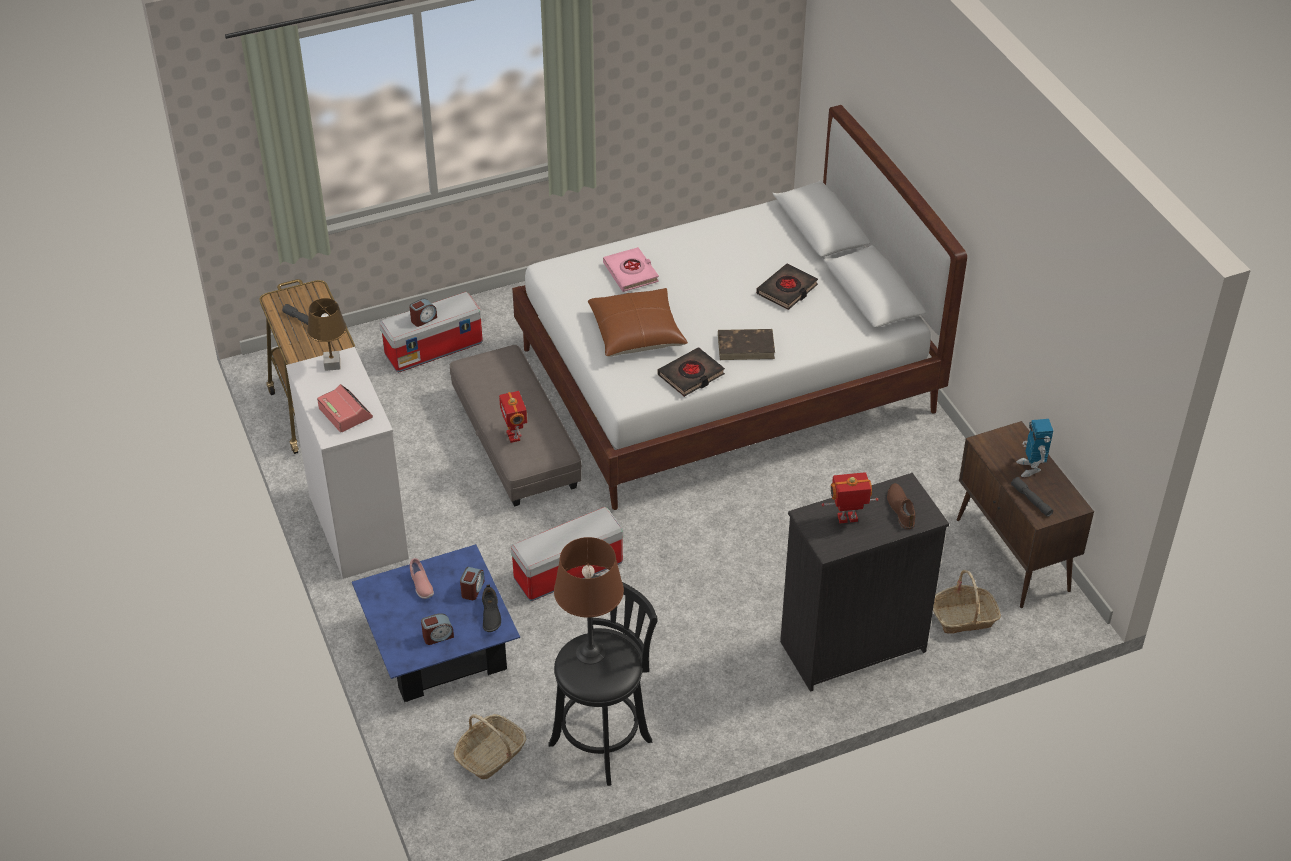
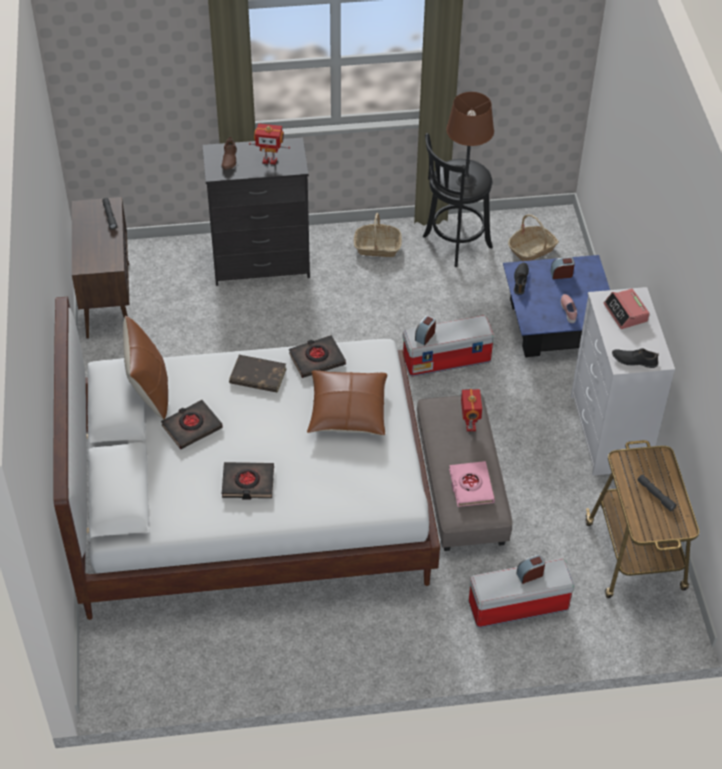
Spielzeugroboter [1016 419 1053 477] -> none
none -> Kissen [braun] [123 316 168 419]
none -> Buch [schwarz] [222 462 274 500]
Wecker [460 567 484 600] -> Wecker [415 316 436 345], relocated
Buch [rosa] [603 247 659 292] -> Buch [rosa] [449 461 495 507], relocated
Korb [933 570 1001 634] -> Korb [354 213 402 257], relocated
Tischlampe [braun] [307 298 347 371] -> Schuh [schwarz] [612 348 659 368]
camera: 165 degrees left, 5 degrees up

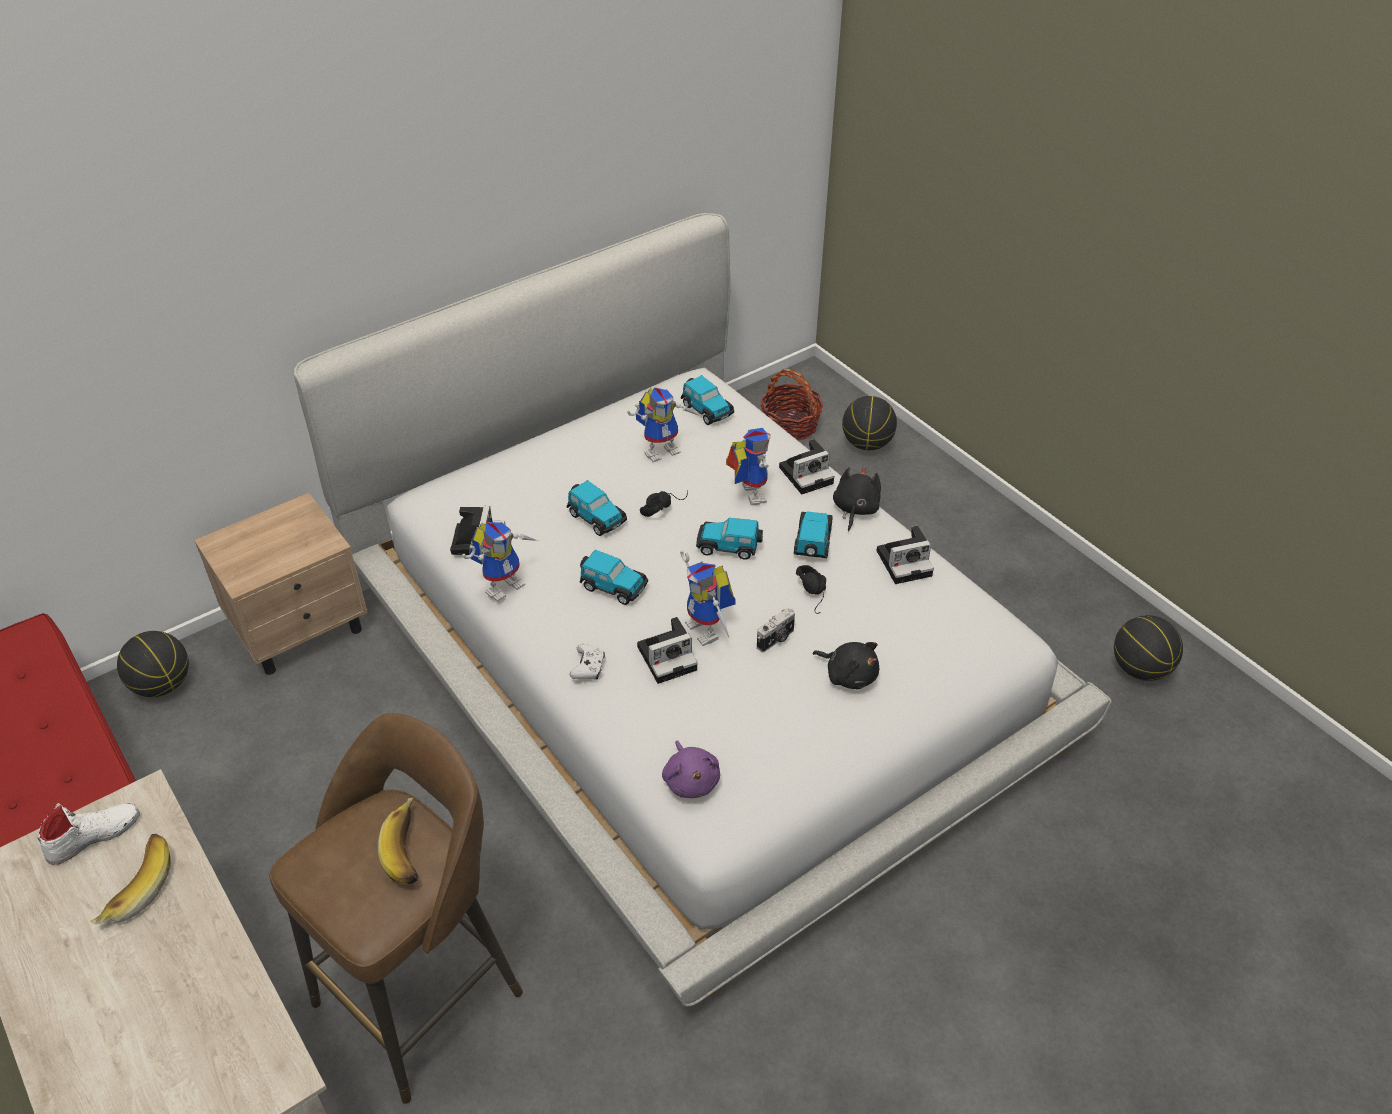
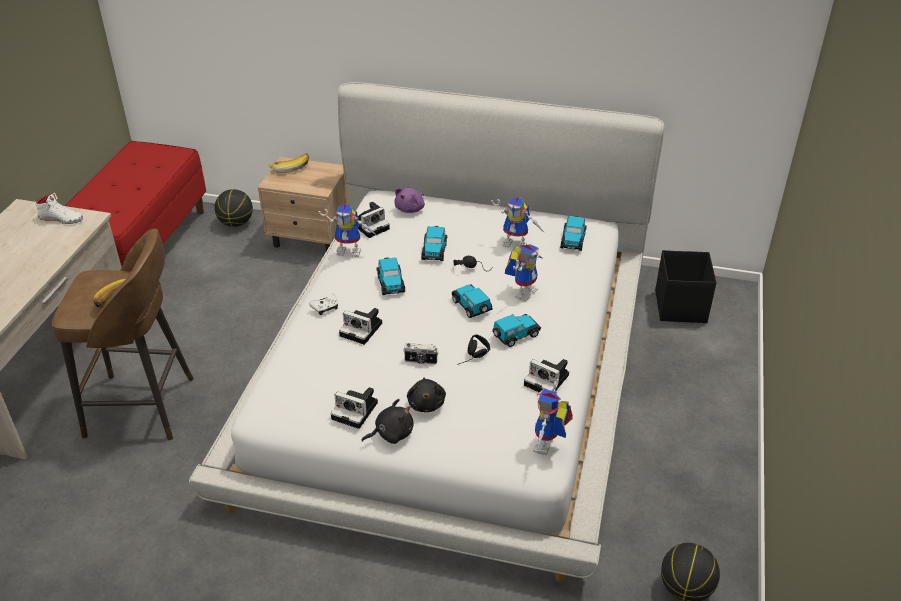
Basketball [842 396 897 450] -> none
Banane [90 834 171 924] -> Banane [266 153 309 173], relocated
Plüschtier [lila] [662 740 720 798] -> Plüschtier [lila] [394 188 425 213], relocated
Spielzeugroboter [680 550 736 646] -> Spielzeugroboter [533 379 573 455], relocated
Kamera [779 439 835 494] -> Kamera [331 387 378 429], relocated
Plüschtier [schwarz] [833 466 881 531] -> Plüschtier [schwarz] [362 399 413 444], relocated
Korb [761 369 823 440] -> Aufbewahrungsbox [schwarz] [655 250 717 323]
camera: 50 degrees right, 5 degrees down

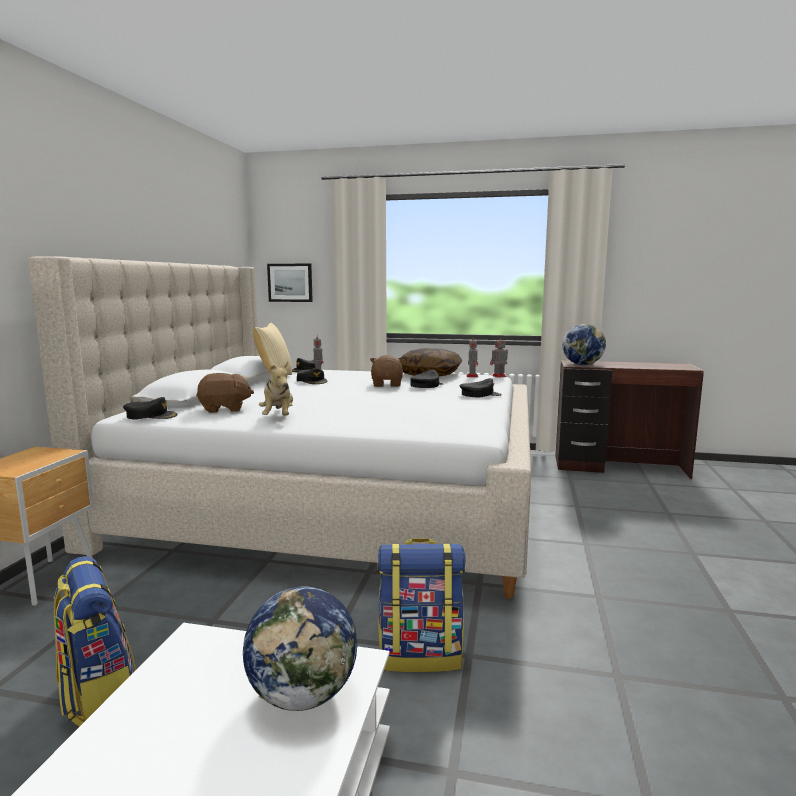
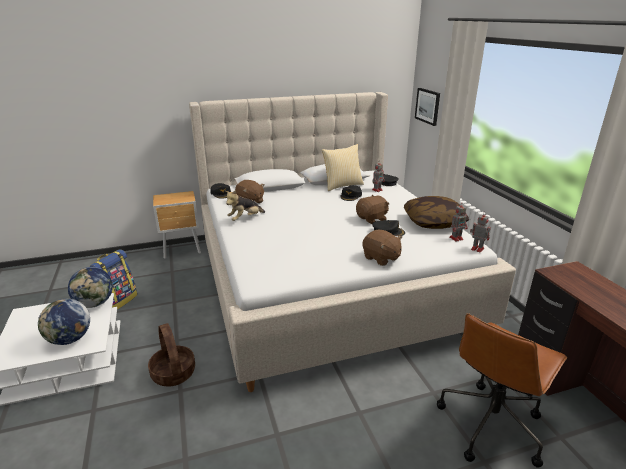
none -> Bürostuhl [braun] [437 313 567 468]
Globus [562 324 606 365] -> Globus [68 267 113 308], relocated
Rucksack [377 538 466 672] -> Korb [148 323 195 386]
Kappe [schwarz] [459 378 502 397] -> Plüschtier [braun] [362 230 402 266]
camera: 60 degrees right, 15 degrees up

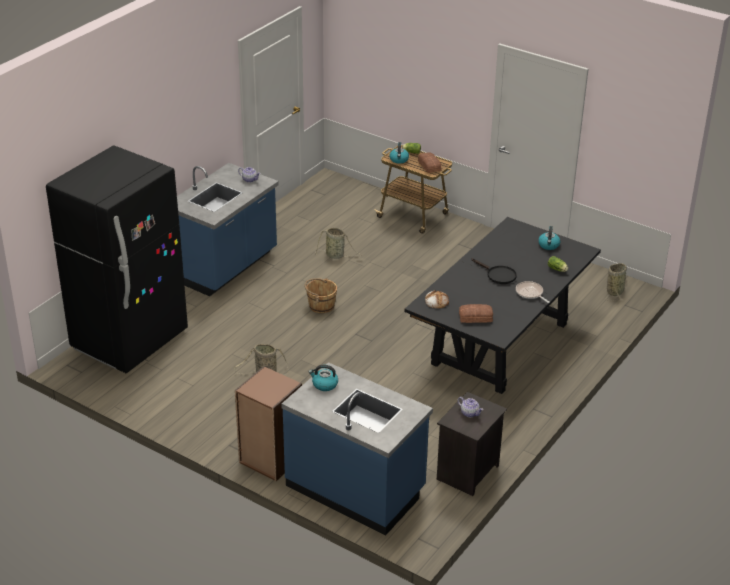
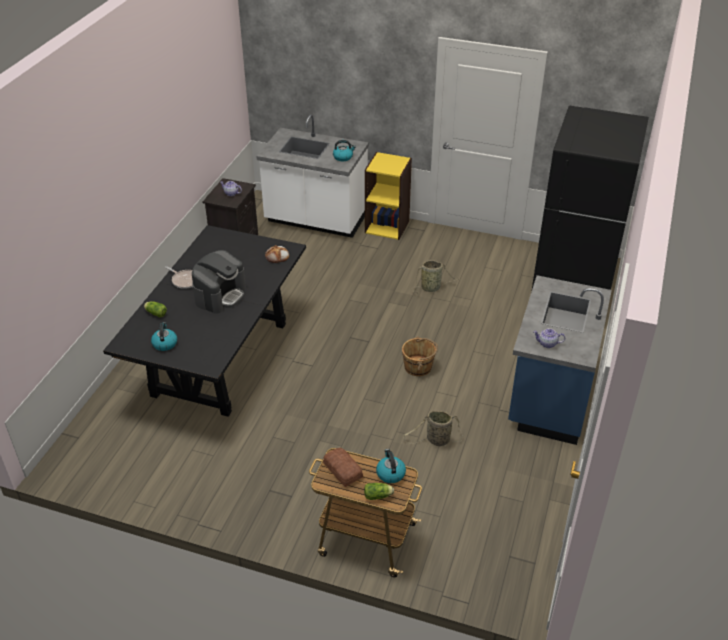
Brot [459 304 493 323] -> none
Korb [606 263 627 301] -> none
Pfanne [schwarz] [472 258 517 284] -> Kaffeemaschine [192 250 246 314]
Bücherregal [braun] [235 366 302 481] -> Bücherregal [gelb] [365 152 412 240]
Küchenzeile [blau] [281 362 433 535] -> Küchenzeile [weiß] [256 114 369 238]
camera: 165 degrees right, 5 degrees up

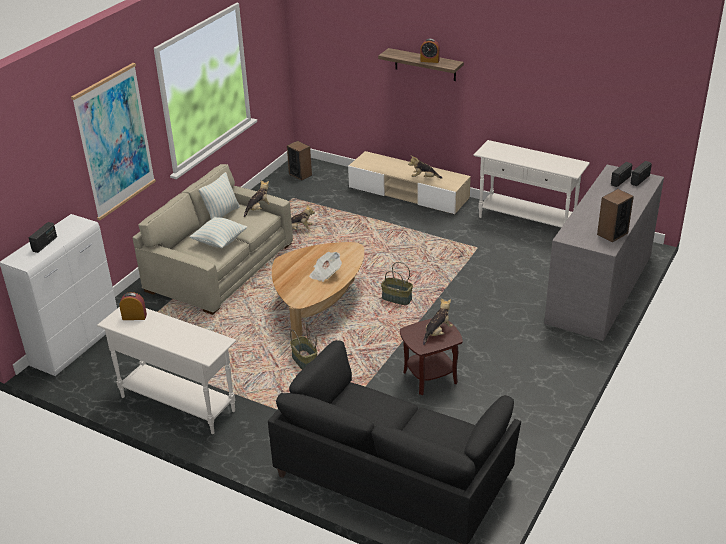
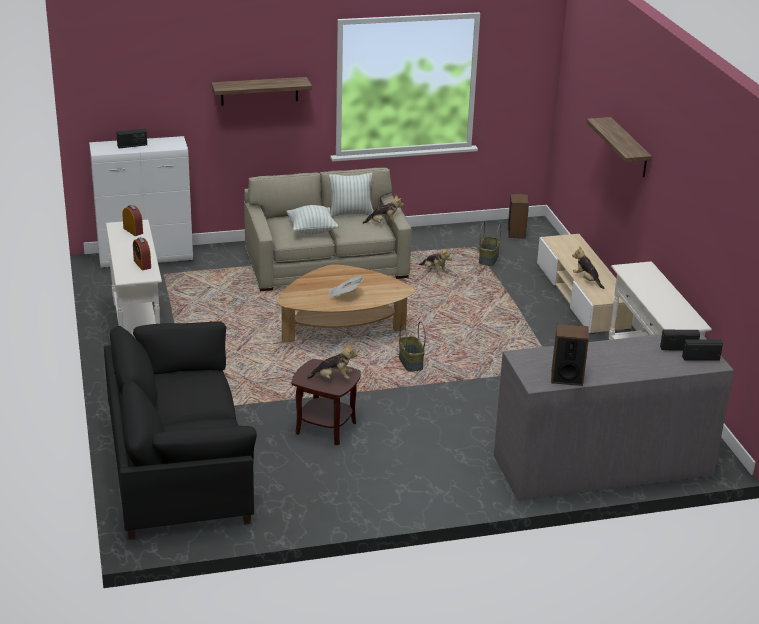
Korb [290 324 317 369] -> Korb [479 222 501 266], relocated
Wecker [420 39 440 63] -> Wecker [133 237 151 270], relocated
Bild [71 63 156 220] -> Wandregal [211 77 312 106]
camera: 45 degrees right, 5 degrees down

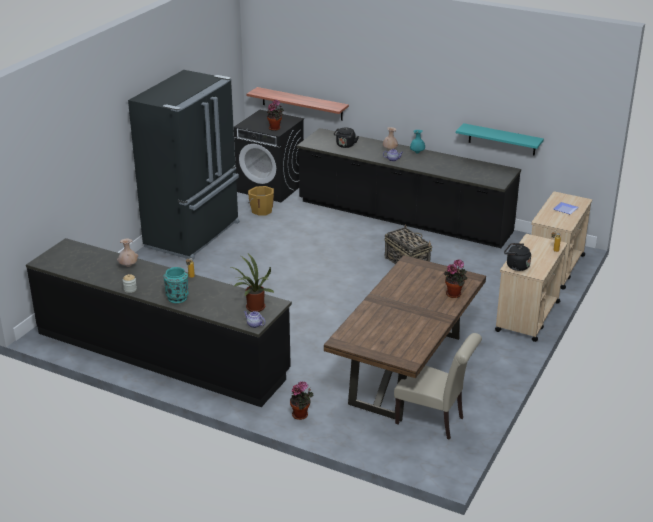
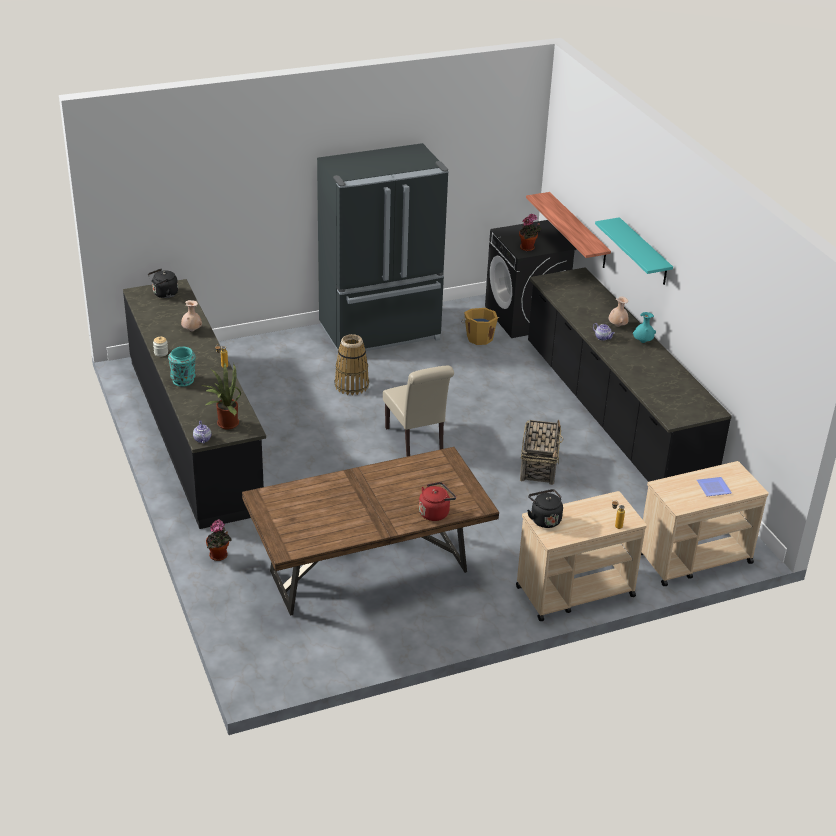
none -> Korb [334 334 369 395]
Wasserkessel [schwarz] [334 128 359 148] -> Wasserkessel [schwarz] [148 269 178 298], relocated
Stuhl [beige] [394 333 482 440] -> Stuhl [beige] [383 366 454 457], relocated
Wandregal [türkis] [456 123 544 156] -> Wandregal [türkis] [595 217 673 285], relocated
Topfpflanze [444 259 467 298] -> Wasserkessel [rot] [419 482 456 521]
camera: 40 degrees right, 5 degrees up

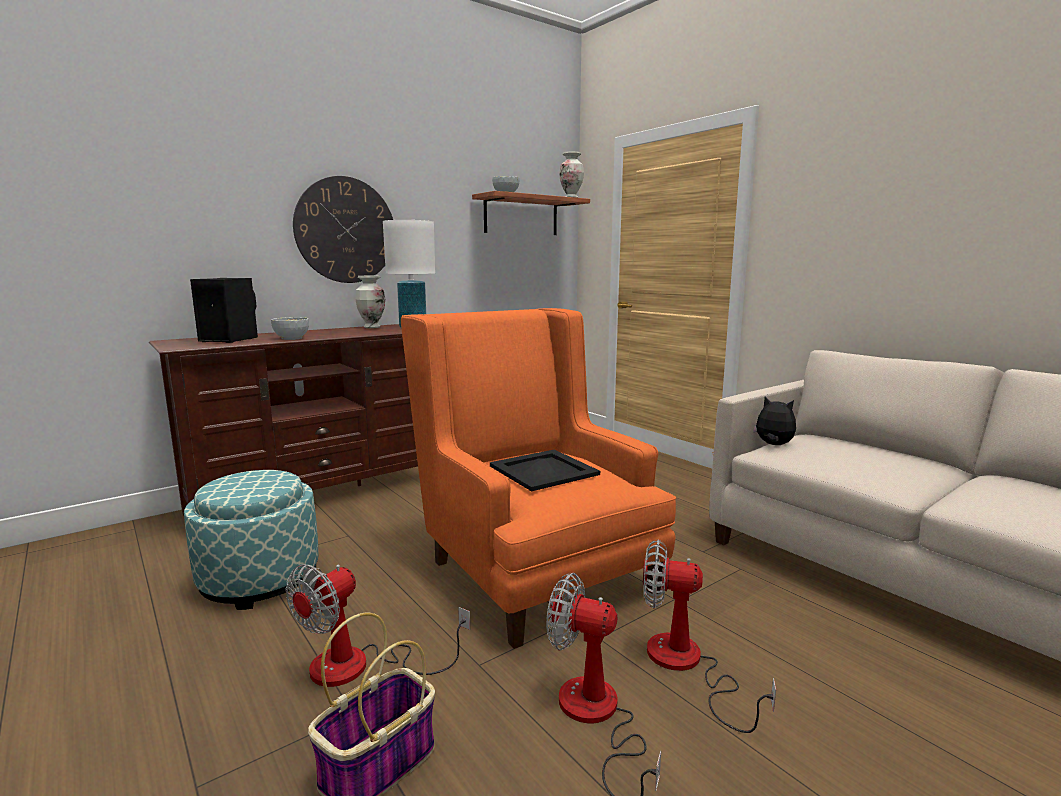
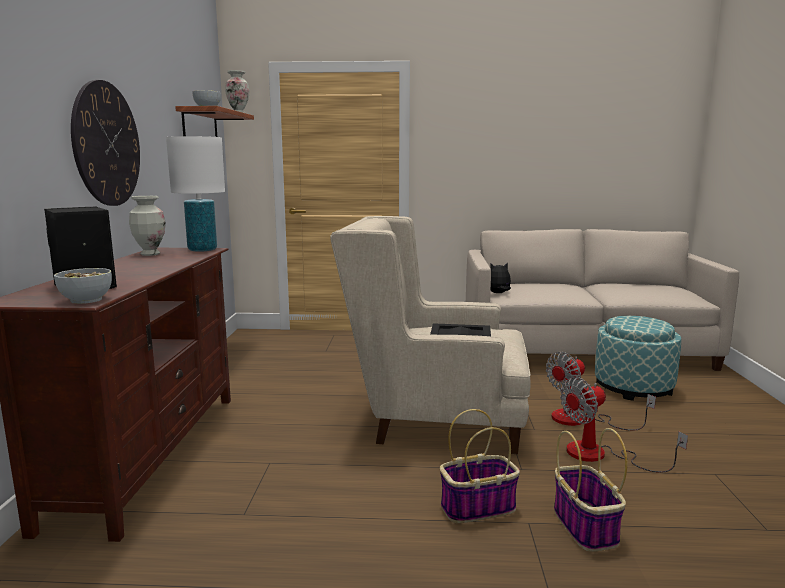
Polsterhocker [184 470 319 610] -> Polsterhocker [595 316 681 401], relocated
Schüssel [271 317 309 340] -> Schüssel [54 268 112 304], relocated
Ventilator [286 565 470 687] -> Korb [440 409 520 523]
Sessel [orange] [401 308 676 649] -> Sessel [beige] [330 216 531 454]
camera: 50 degrees left, 0 degrees up

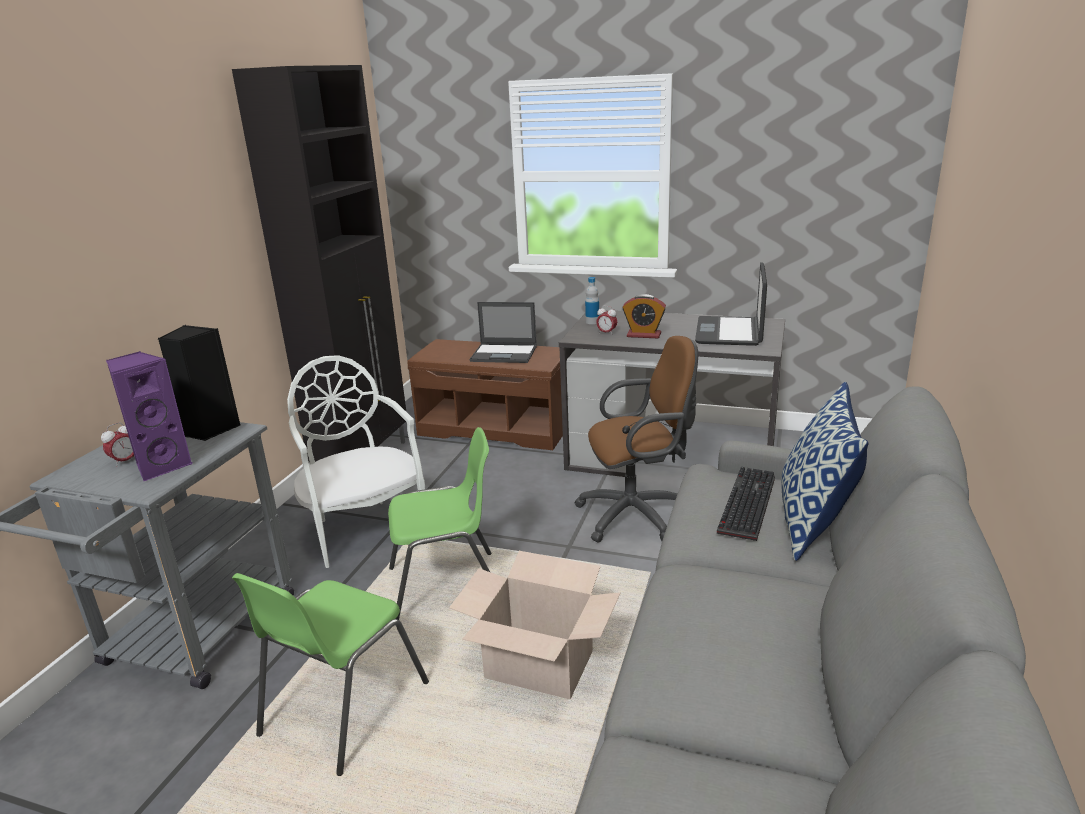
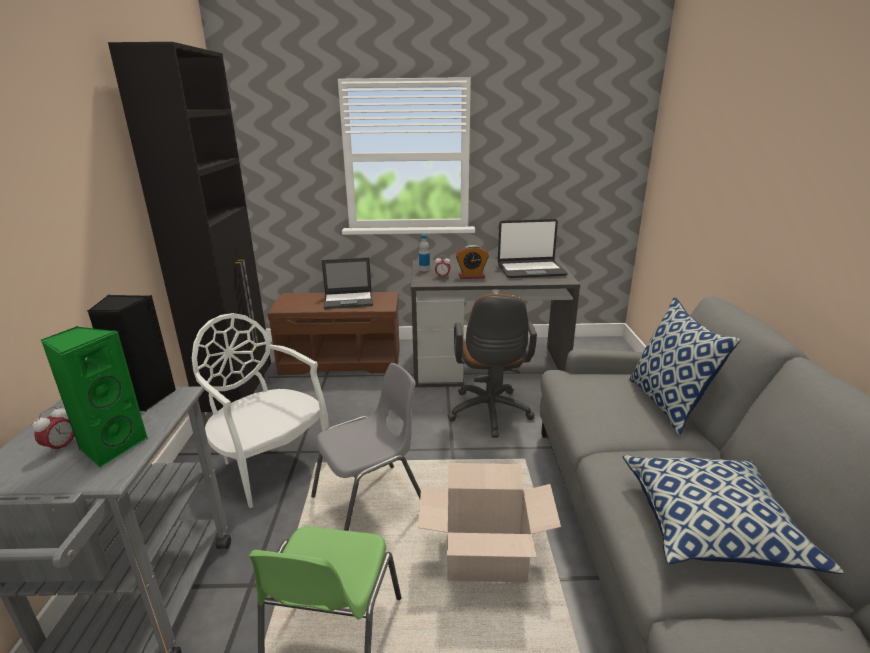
Tastatur [717 467 775 541] -> none
none -> Kissen [623 455 844 574]
Lautsprecher [lila] [106 351 192 481] -> Lautsprecher [grün] [40 326 148 467]
Stuhl [grün] [388 427 491 620] -> Stuhl [grau] [311 363 421 531]
Bürostuhl [braun] [574 336 698 543] -> Bürostuhl [braun] [448 293 537 438], 120 degrees clockwise
Laptop [695 262 767 346] -> Laptop [498 219 568 278], 90 degrees counterclockwise
camera: 20 degrees left, 0 degrees up

